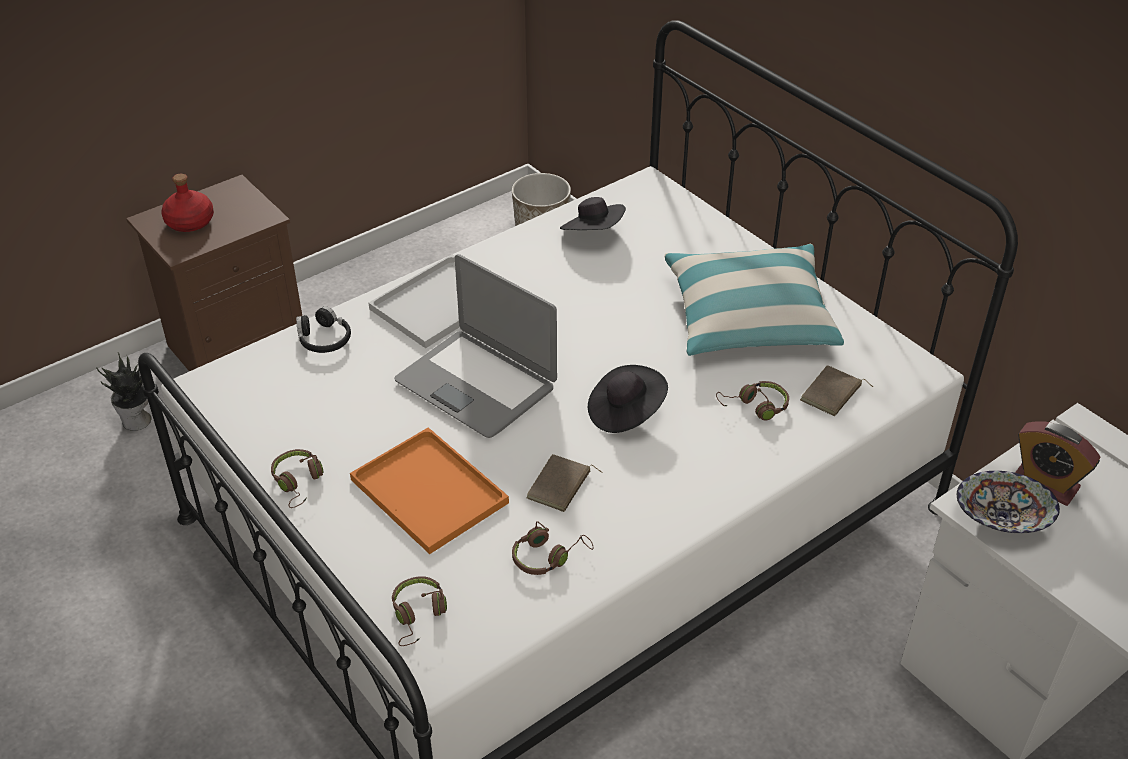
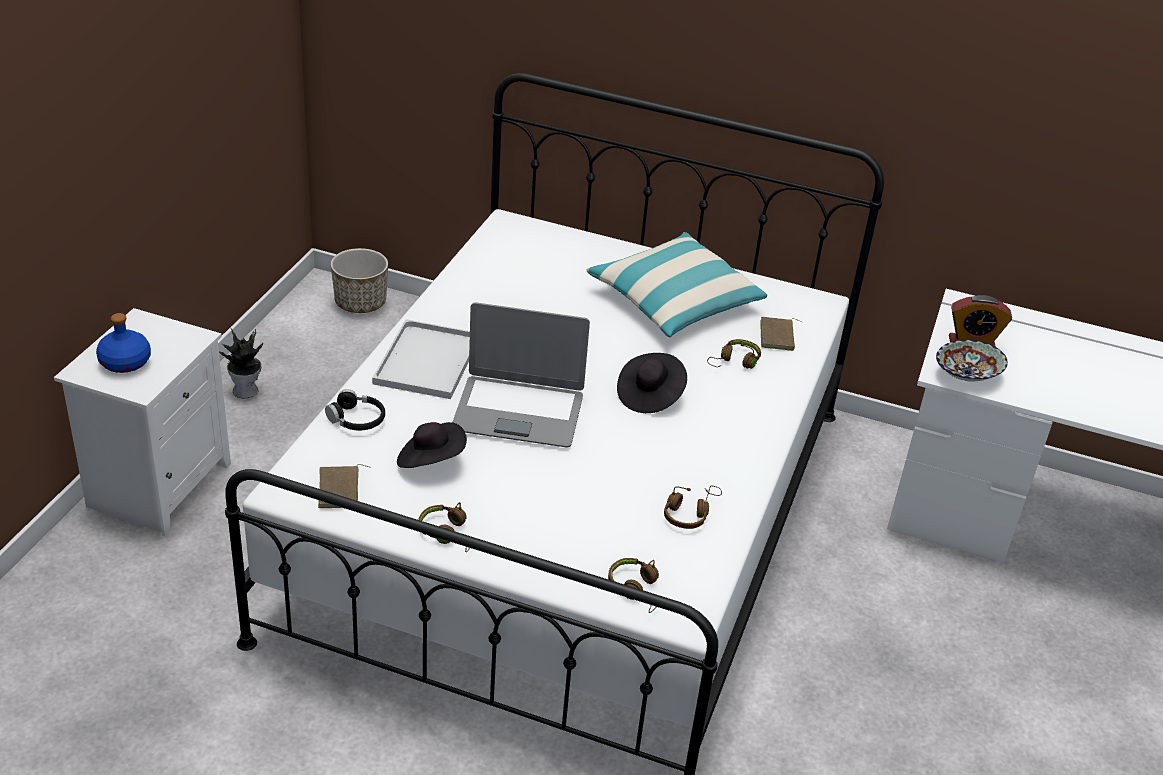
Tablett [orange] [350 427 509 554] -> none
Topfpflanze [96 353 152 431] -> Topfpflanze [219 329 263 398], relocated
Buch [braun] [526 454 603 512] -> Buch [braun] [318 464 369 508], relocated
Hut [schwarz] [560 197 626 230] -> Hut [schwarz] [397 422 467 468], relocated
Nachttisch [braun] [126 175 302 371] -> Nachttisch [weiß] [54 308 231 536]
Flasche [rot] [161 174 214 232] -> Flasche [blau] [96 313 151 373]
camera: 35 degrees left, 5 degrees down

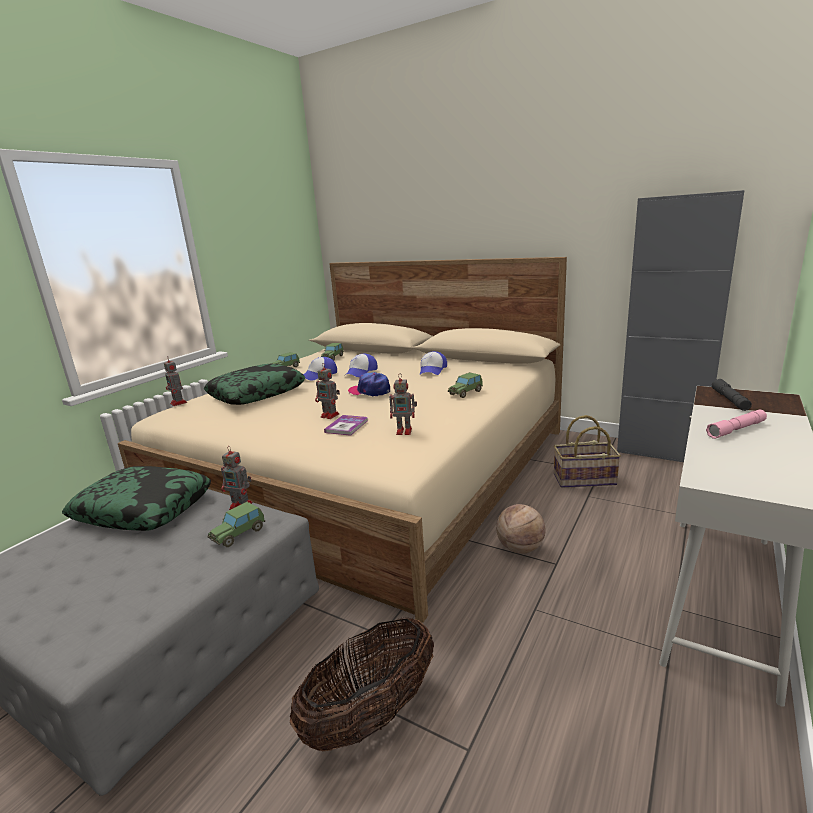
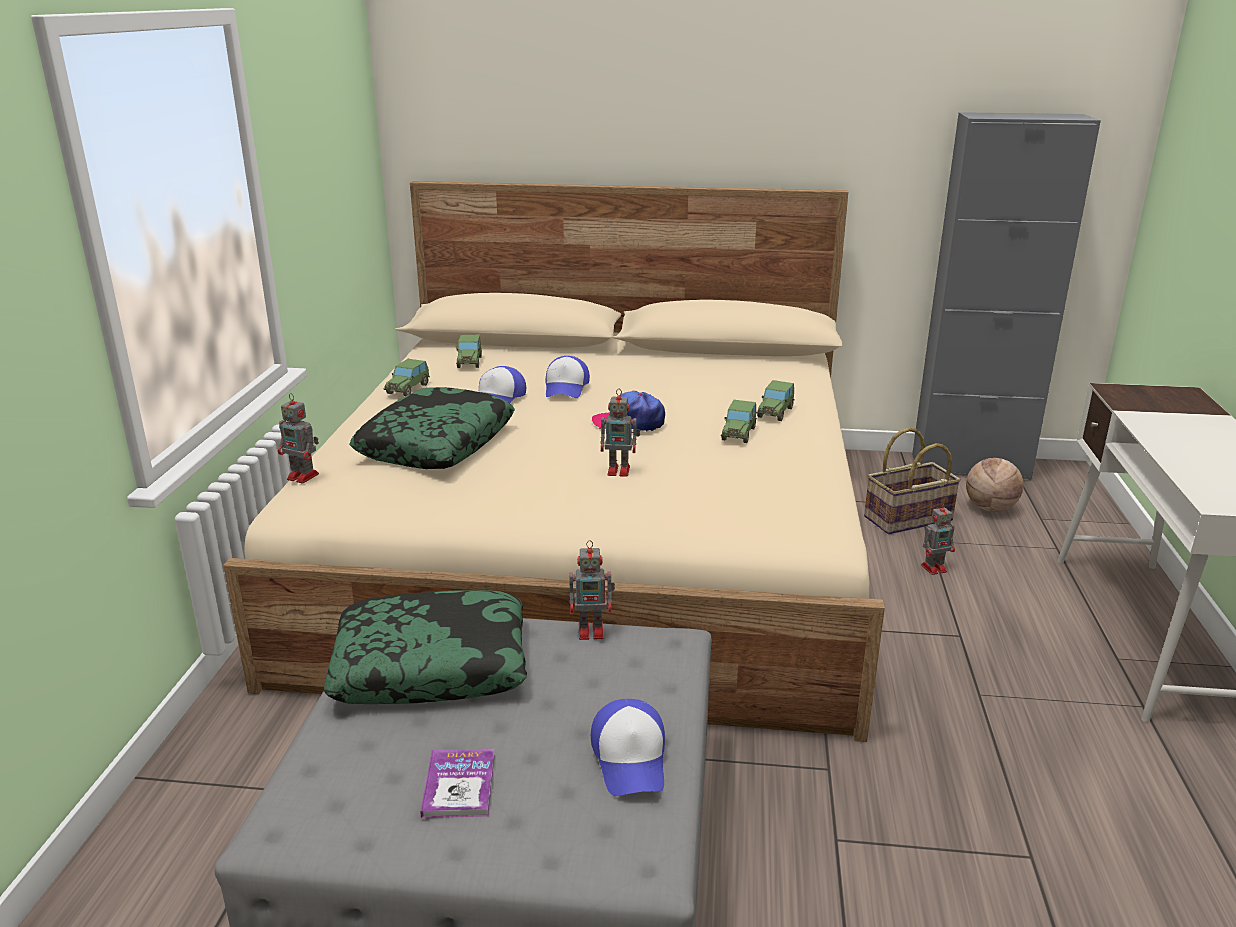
Korb [290 617 434 751] -> none
Taschenlampe [rosa] [706 410 767 439] -> none
Taschenlampe [grau] [712 379 752 411] -> none
Spielzeugauto [208 502 265 547] -> Spielzeugauto [721 400 757 443], relocated
Buch [324 415 368 436] -> Buch [420 748 495 818], relocated
Spielzeugroboter [389 375 417 435] -> Spielzeugroboter [921 502 955 575], relocated
Kappe [420 351 447 375] -> Kappe [591 699 665 796], relocated
Basketball [496 504 545 554] -> Basketball [966 458 1024 512], relocated
camera: 25 degrees left, 5 degrees up

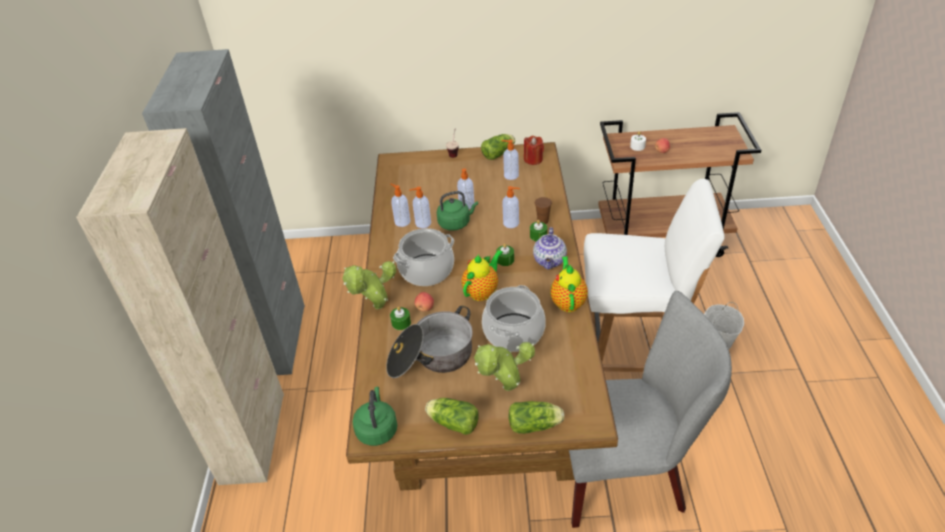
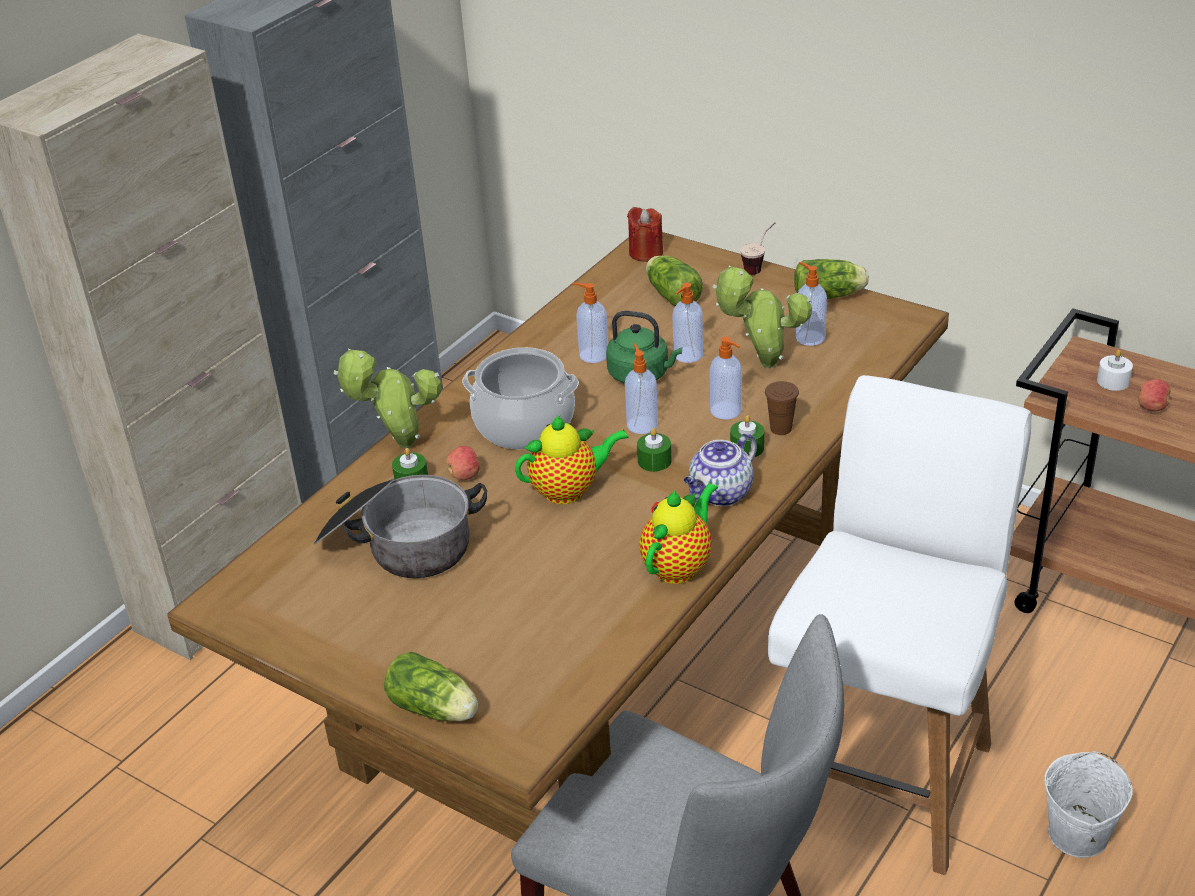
Wasserkessel [grün] [353 387 397 446] -> none
Kochtopf [482 285 546 352] -> none
Seifenspender [390 183 410 227] -> Seifenspender [625 343 658 434], relocated
Salatkopf [425 398 479 435] -> Salatkopf [646 255 703 306], relocated
Topfpflanze [474 342 535 391] -> Topfpflanze [713 266 812 368], relocated
Kerze [rot] [524 136 544 165] -> Kerze [rot] [627 207 663 262], relocated
Stuhl [weiß] [584 179 725 372] -> Stuhl [weiß] [768 375 1032 875], 105 degrees counterclockwise
camera: 35 degrees right, 5 degrees down

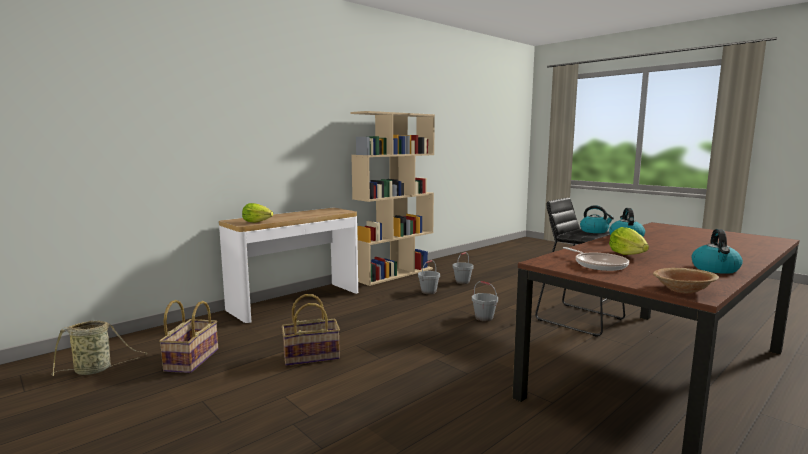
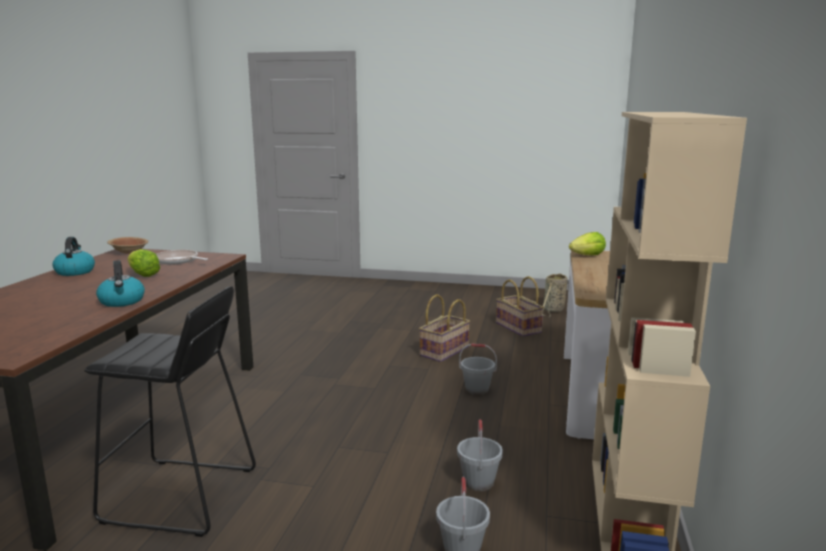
Wasserkessel [580 205 614 233] -> none
Eimer [grau] [472 281 498 322] -> Eimer [grau] [459 343 497 395], relocated
camera: 145 degrees right, 5 degrees up

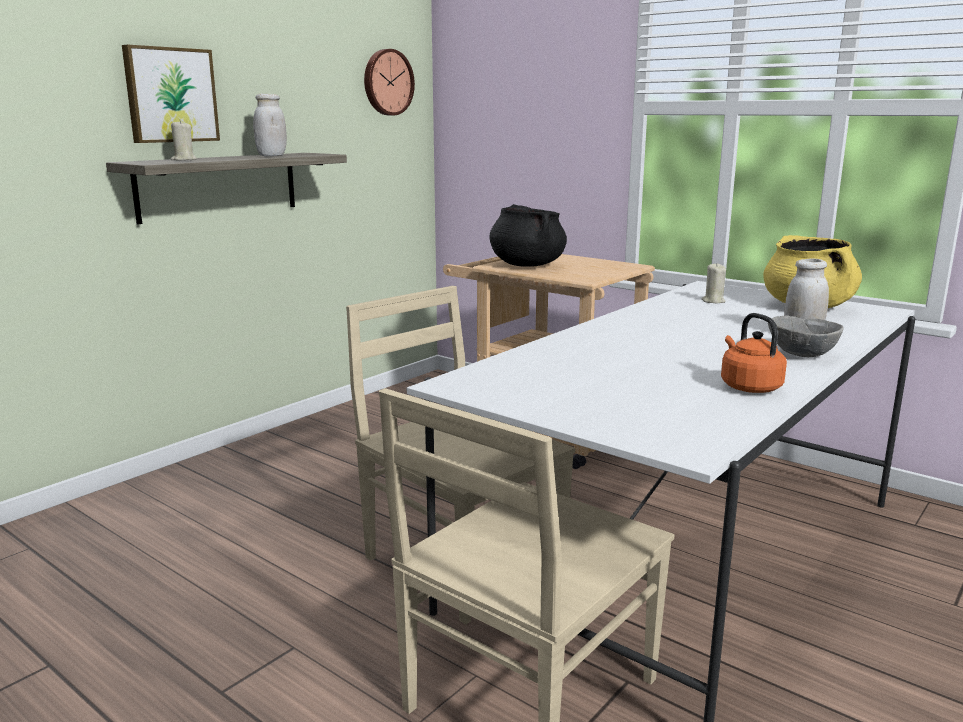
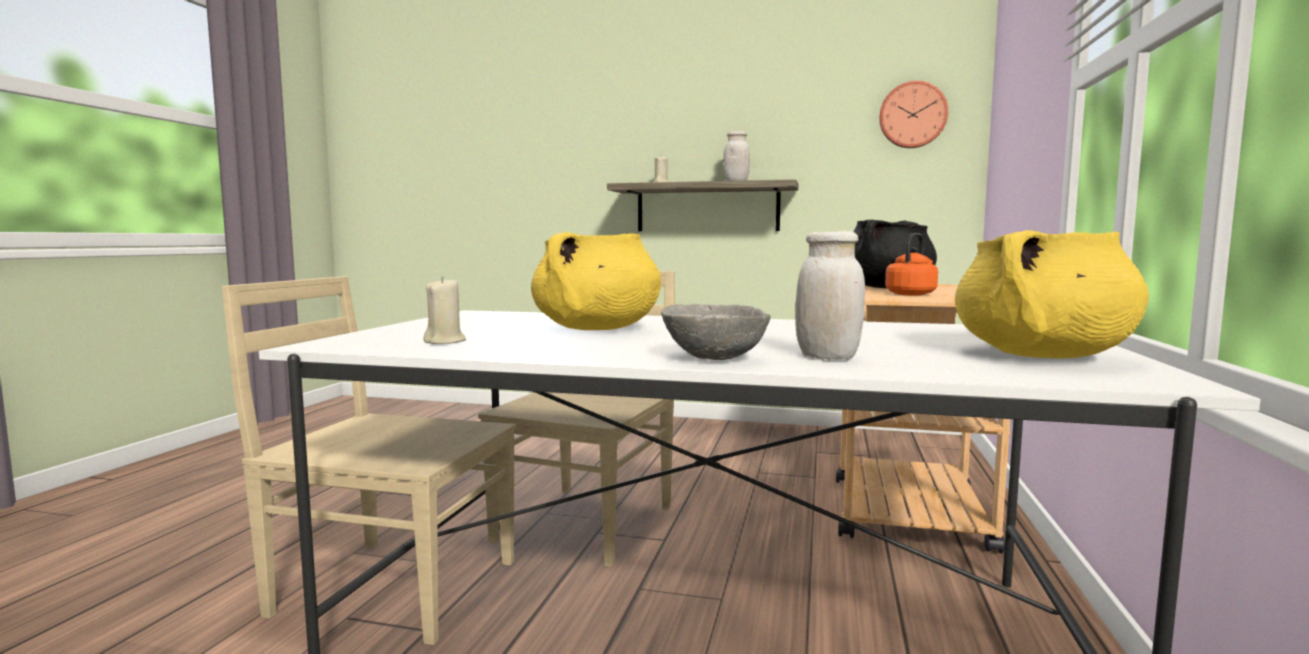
Bild [122 45 220 143] -> none
none -> Kochtopf [gelb] [531 232 661 330]
Kerze [beige] [701 264 726 304] -> Kerze [beige] [424 277 466 344], relocated
Wasserkessel [orange] [721 313 787 393] -> Wasserkessel [orange] [885 233 938 296], relocated
camera: 65 degrees right, 10 degrees down

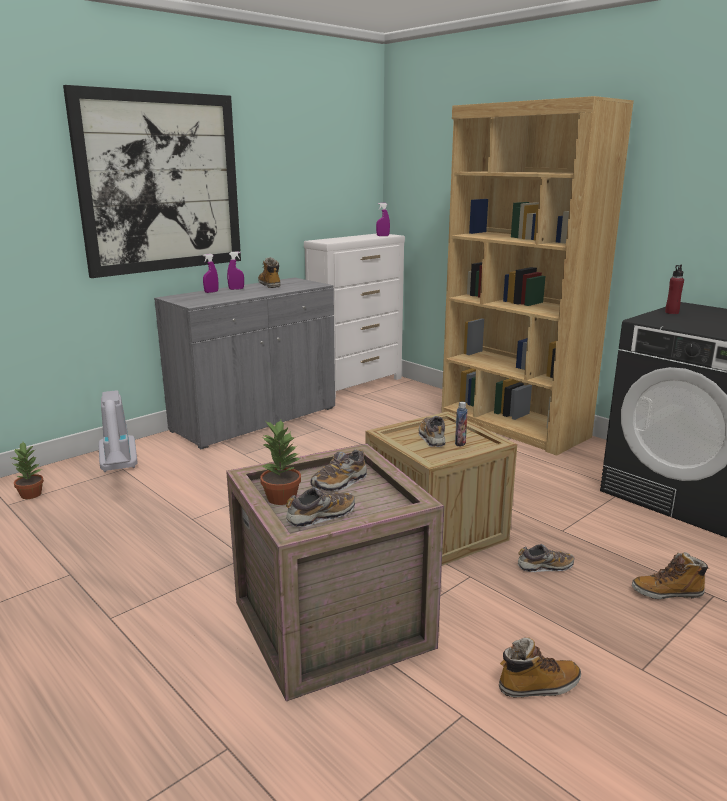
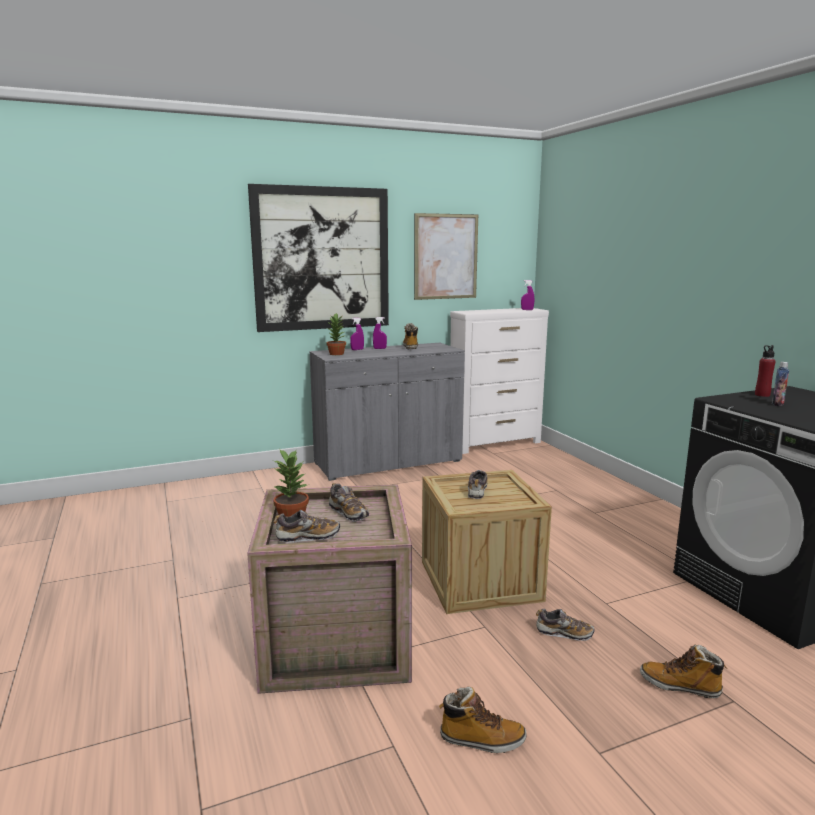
Staubsauger [99 391 138 472] -> none
Bücherregal [braun] [441 96 634 456] -> none
none -> Bild [414 213 478 300]
Topfpflanze [12 442 44 499] -> Topfpflanze [326 313 346 355], relocated
Flasche [455 402 468 447] -> Flasche [772 362 789 406], relocated
Schuh [311 449 368 492] -> Schuh [329 483 369 522], 105 degrees counterclockwise
camera: 20 degrees right, 5 degrees down

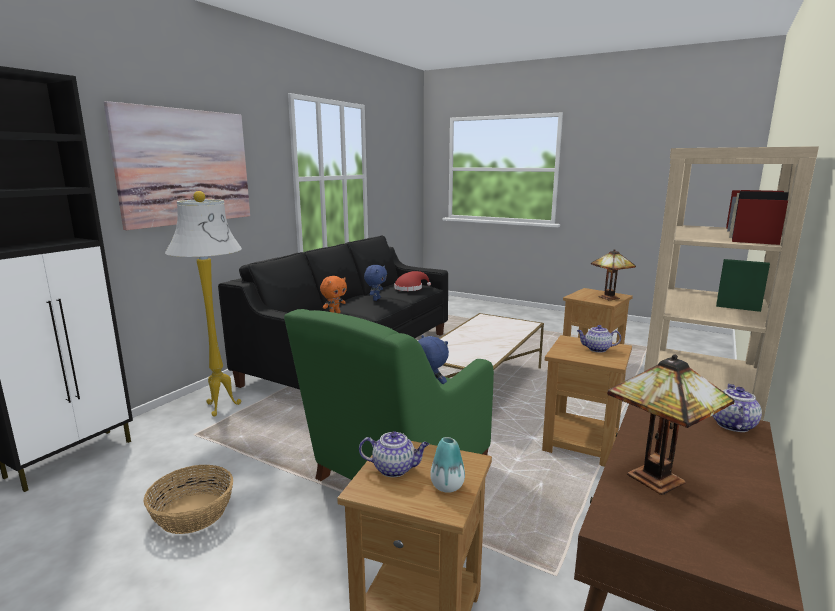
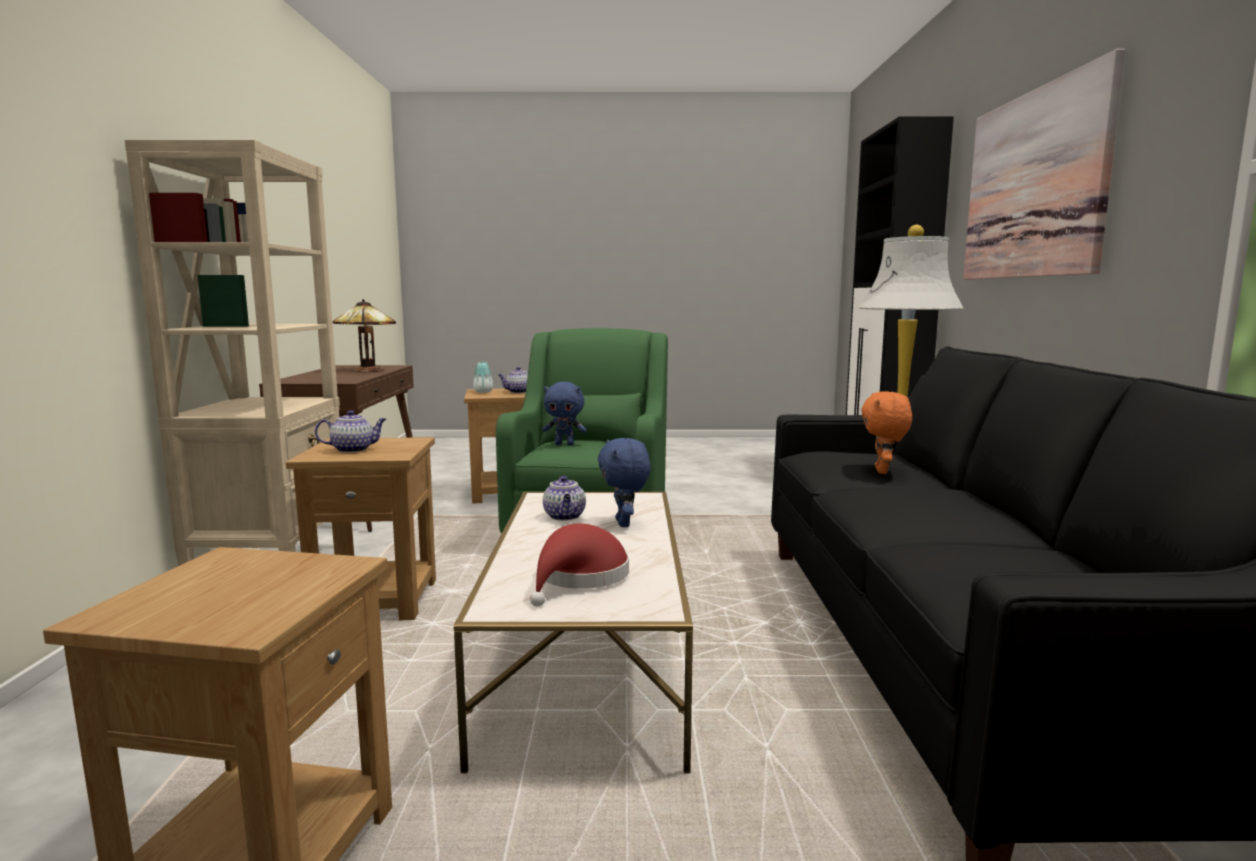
Korb [144 465 233 534] -> none
Tischlampe [591 249 636 300] -> none
Plüschtier [blau] [364 265 387 301] -> Plüschtier [blau] [598 438 651 527], relocated
Hut [rot] [394 271 431 291] -> Hut [rot] [530 523 629 607], relocated
Teekanne [712 384 762 432] -> Teekanne [543 476 586 521], relocated
camera: 150 degrees right, 5 degrees down

